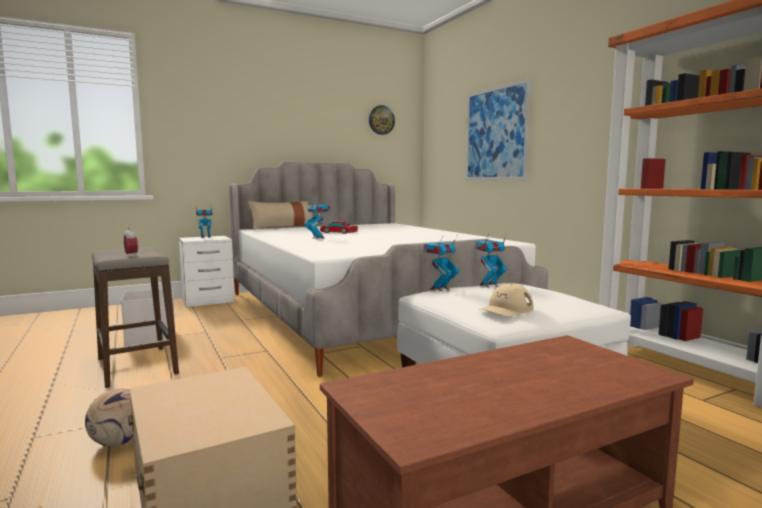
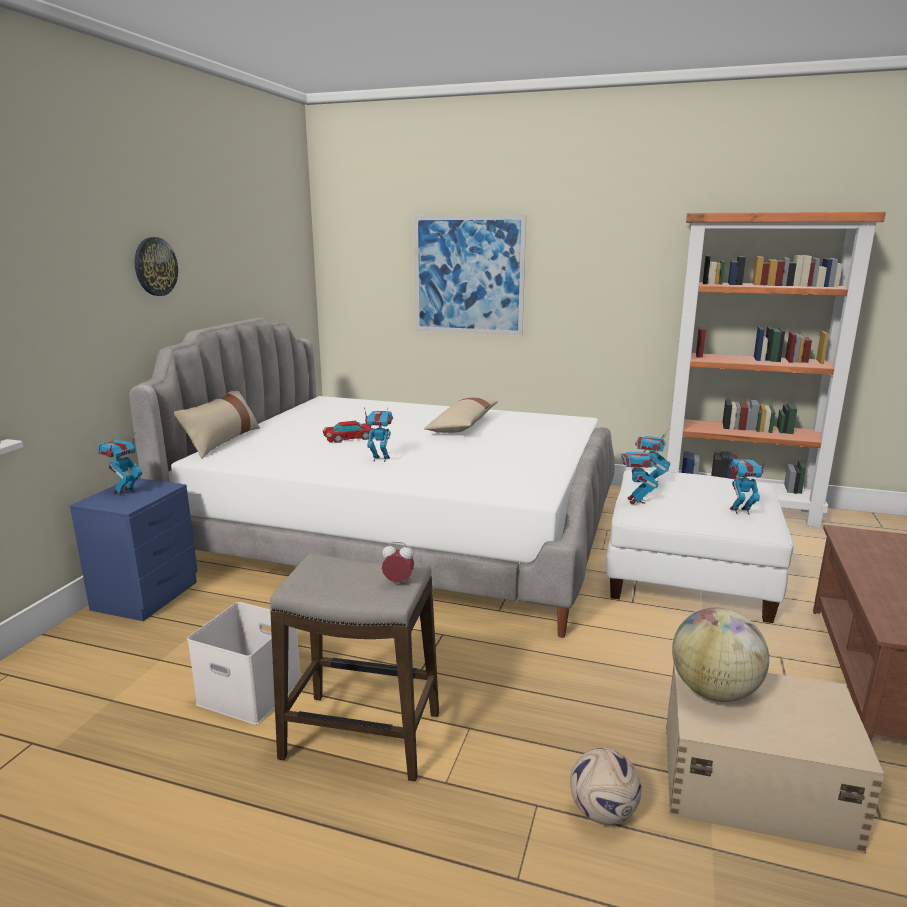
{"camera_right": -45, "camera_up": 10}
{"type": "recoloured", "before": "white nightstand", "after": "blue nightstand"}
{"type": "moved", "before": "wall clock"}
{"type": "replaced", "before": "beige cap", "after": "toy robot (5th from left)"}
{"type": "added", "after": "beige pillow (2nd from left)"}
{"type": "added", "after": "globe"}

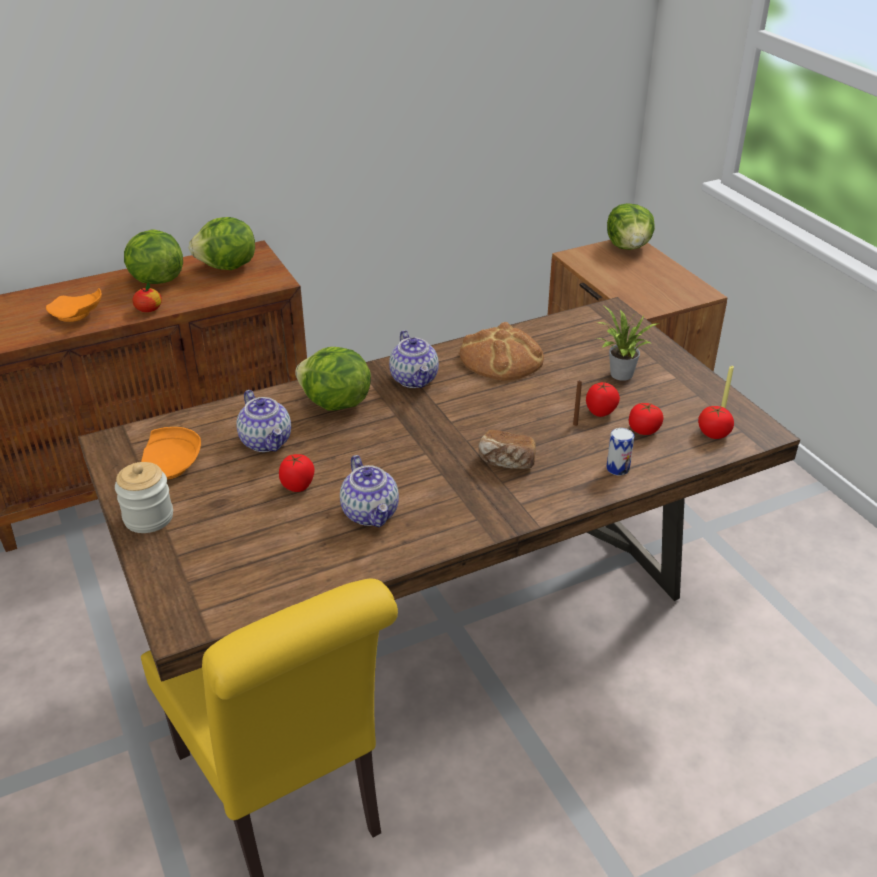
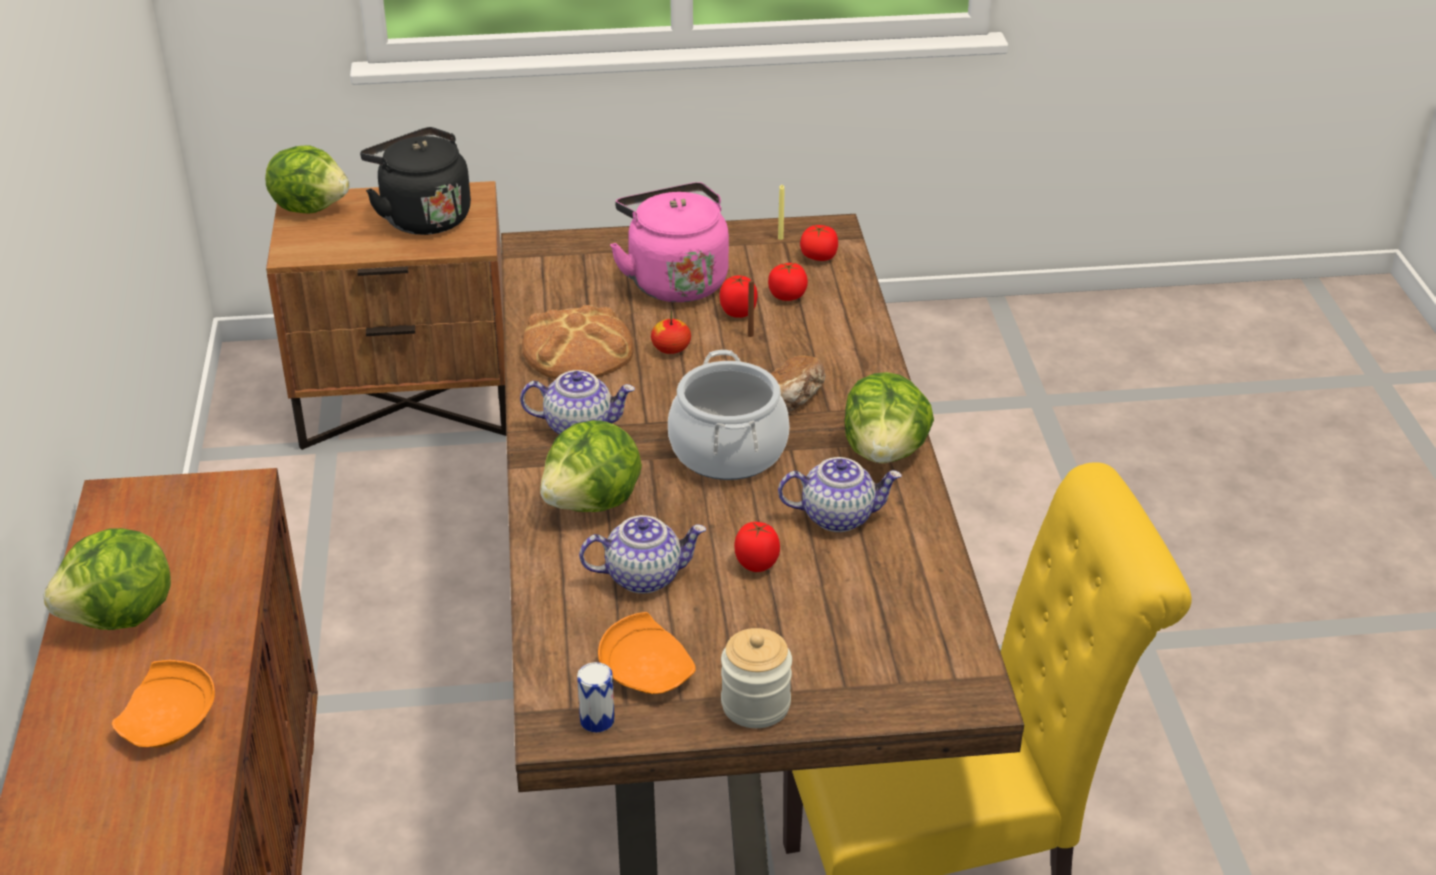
{"camera_right": -70, "camera_up": 0}
{"type": "moved", "before": "apple"}
{"type": "moved", "before": "lettuce (2nd from left in the first image)", "after": "lettuce (4th from left)"}
{"type": "replaced", "before": "potted plant", "after": "pink kettle"}
{"type": "moved", "before": "can"}
{"type": "added", "after": "black kettle"}
{"type": "added", "after": "cooking pot"}

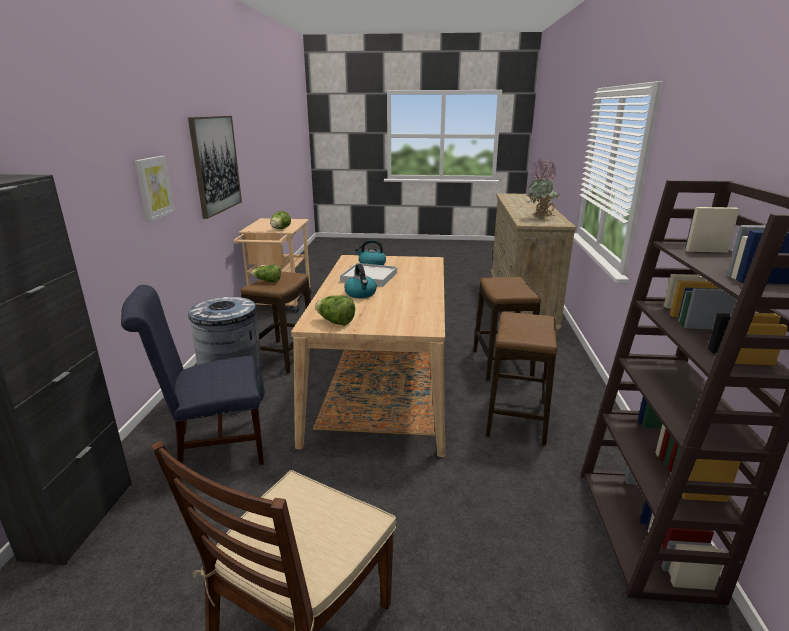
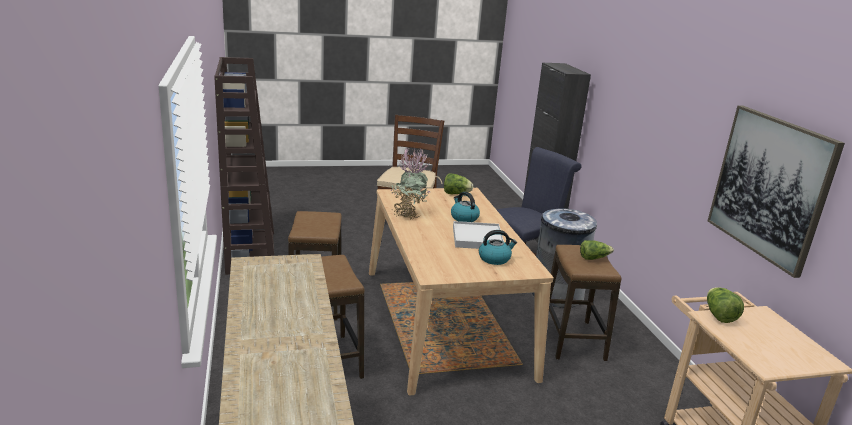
{"camera_right": 160, "camera_up": 0}
{"type": "removed", "before": "picture (1st from left)"}
{"type": "moved", "before": "potted plant"}

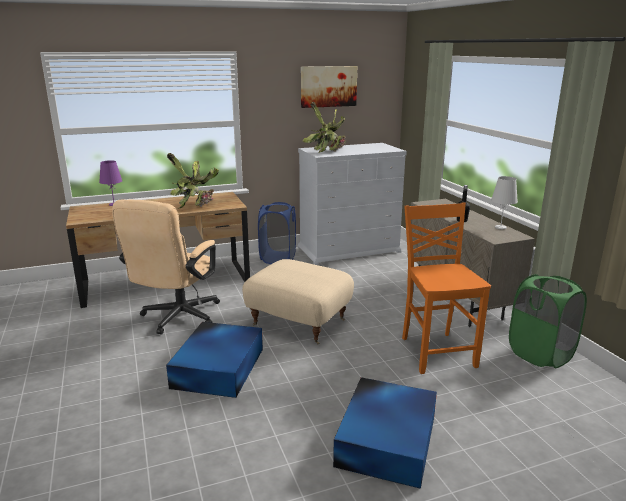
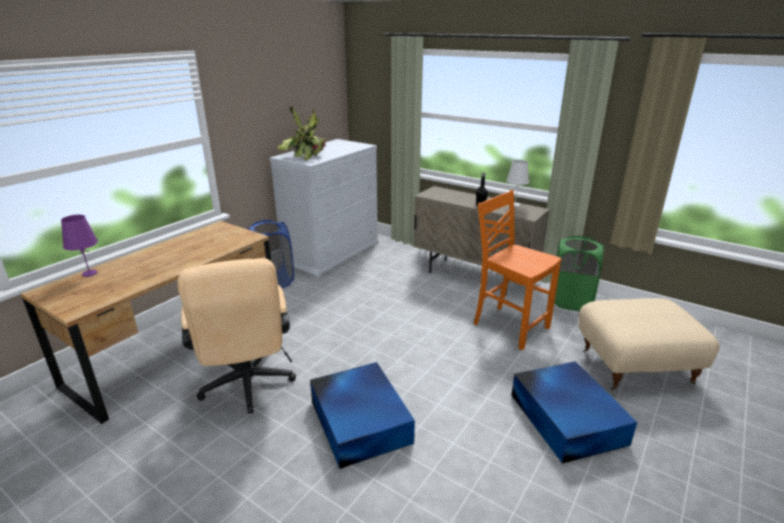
{"camera_right": -35, "camera_up": 5}
{"type": "removed", "before": "potted plant (1st from left)"}
{"type": "moved", "before": "beige ottoman"}
{"type": "removed", "before": "picture"}

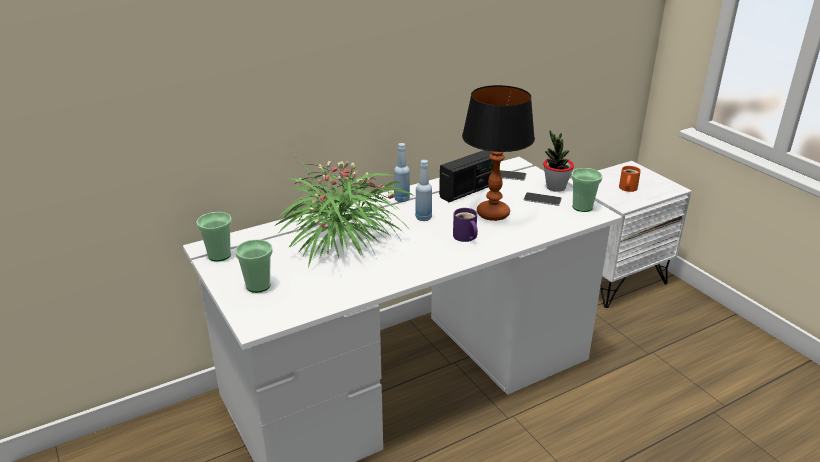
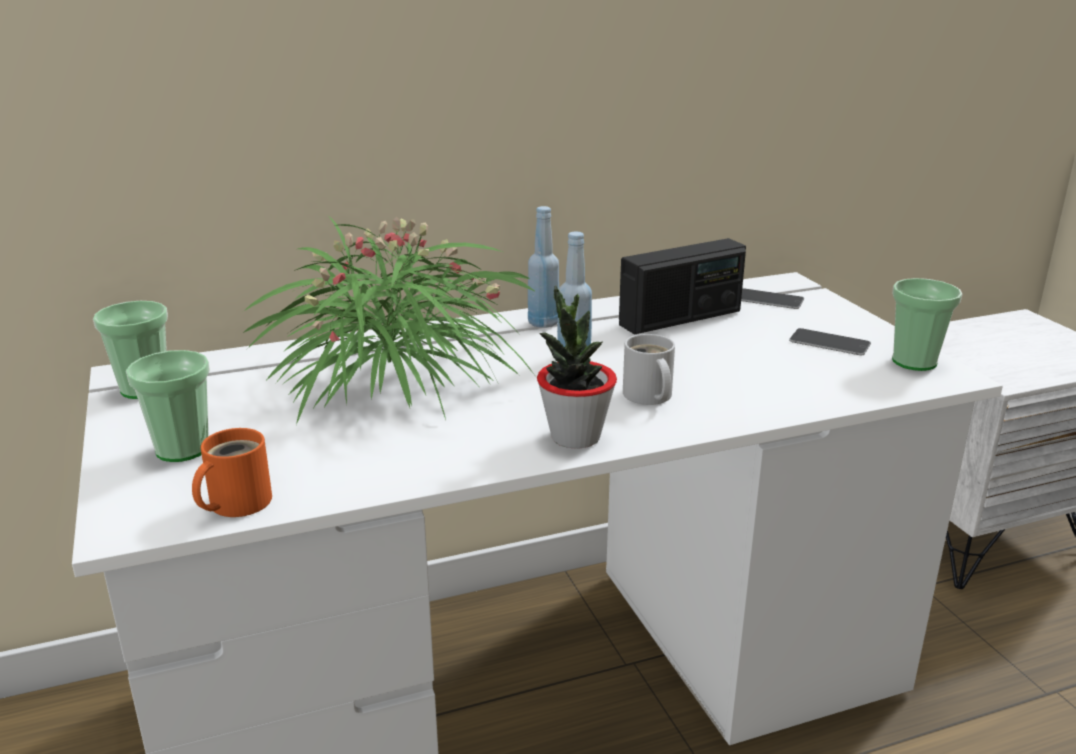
{"camera_right": 10, "camera_up": -5}
{"type": "recoloured", "before": "purple mug", "after": "white mug"}
{"type": "removed", "before": "table lamp"}
{"type": "moved", "before": "potted plant (2nd from left)"}
{"type": "moved", "before": "orange mug"}

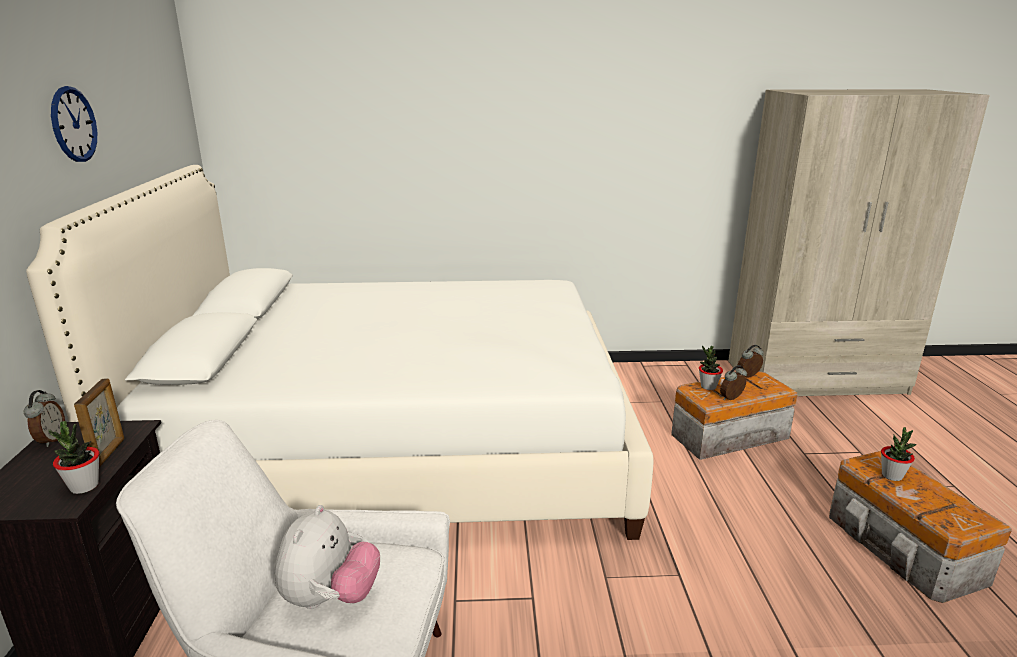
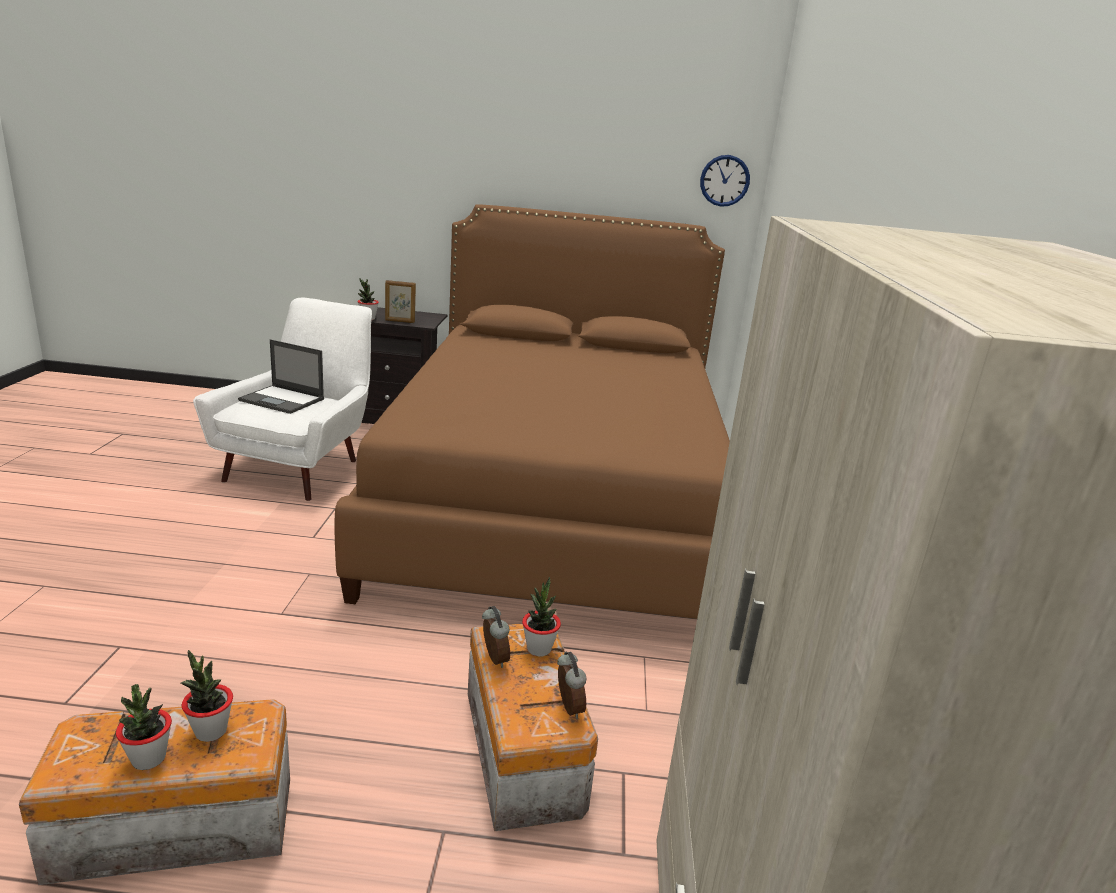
{"camera_right": 95, "camera_up": 0}
{"type": "removed", "before": "alarm clock (1st from left)"}
{"type": "recoloured", "before": "white bed", "after": "brown bed"}
{"type": "moved", "before": "wall clock"}
{"type": "replaced", "before": "plush toy", "after": "laptop"}
{"type": "added", "after": "potted plant (1st from left)"}

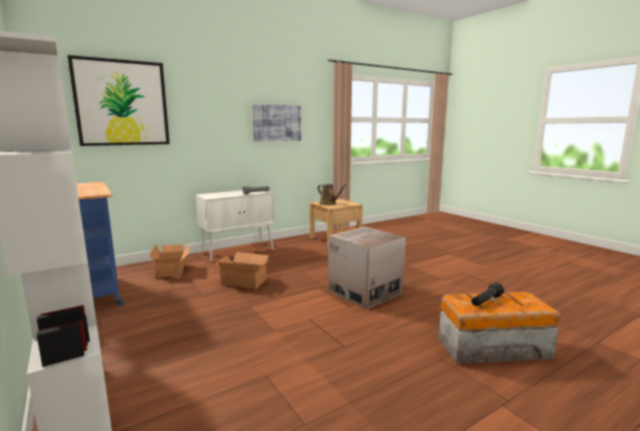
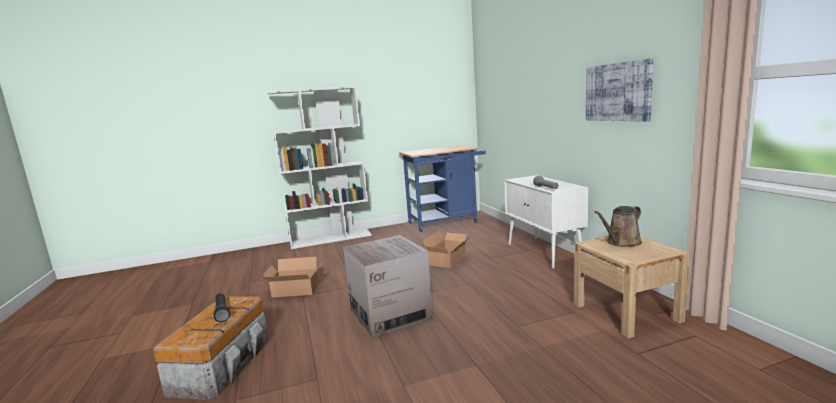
{"camera_right": 105, "camera_up": 0}
{"type": "removed", "before": "picture (1st from left)"}
{"type": "moved", "before": "cardboard box (1st from left)"}

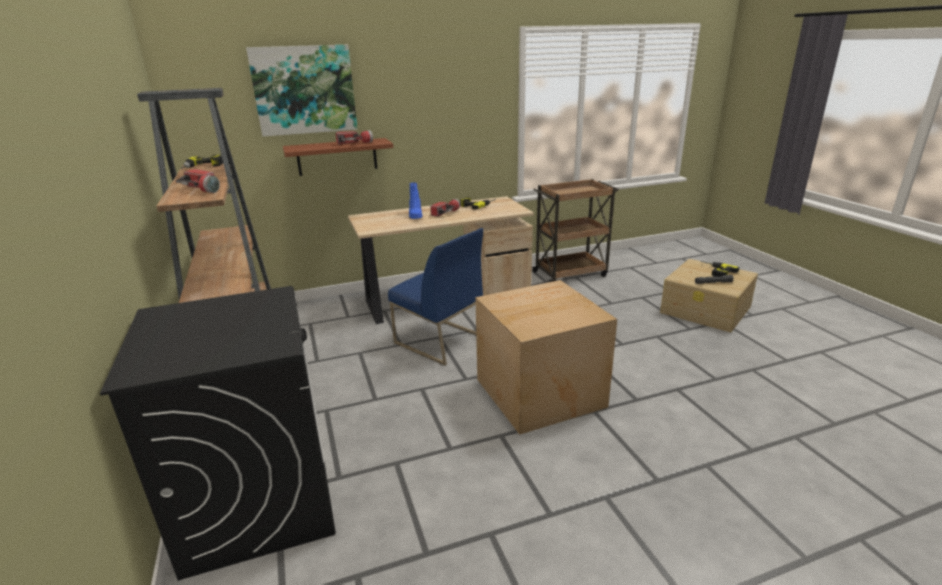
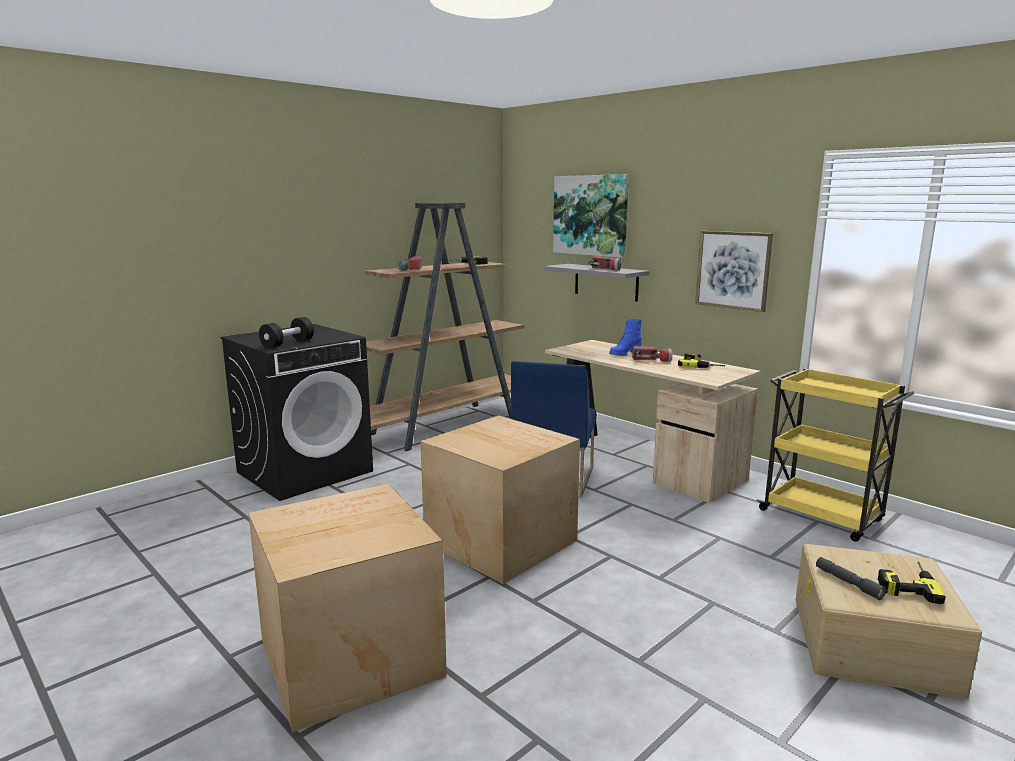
{"camera_right": 65, "camera_up": -10}
{"type": "recoloured", "before": "brown shelf", "after": "grey shelf"}
{"type": "recoloured", "before": "brown cart", "after": "yellow cart"}
{"type": "added", "after": "cardboard box (1st from left)"}
{"type": "added", "after": "black dumbbell"}
{"type": "added", "after": "picture (2nd from left)"}

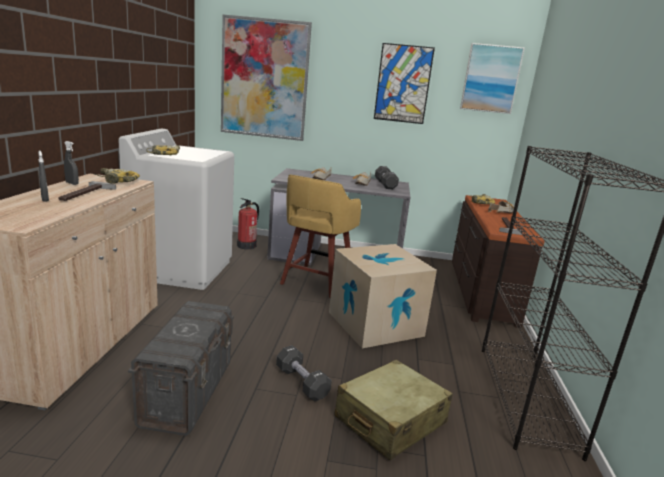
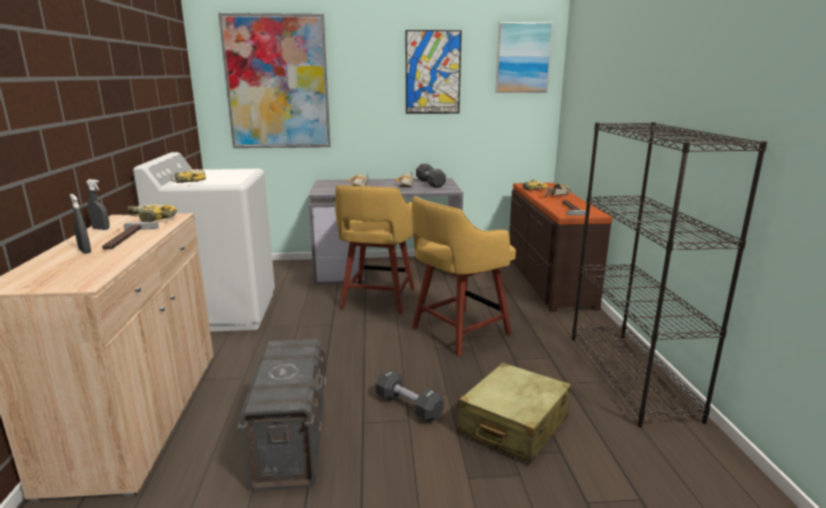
{"camera_right": -10, "camera_up": 0}
{"type": "removed", "before": "fire extinguisher"}
{"type": "replaced", "before": "cardboard box", "after": "yellow stool (2nd from left)"}

